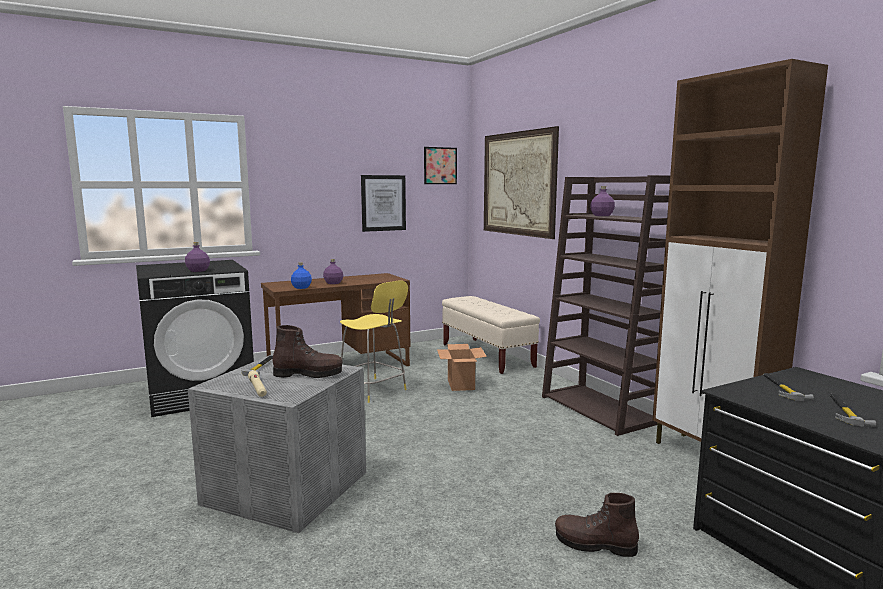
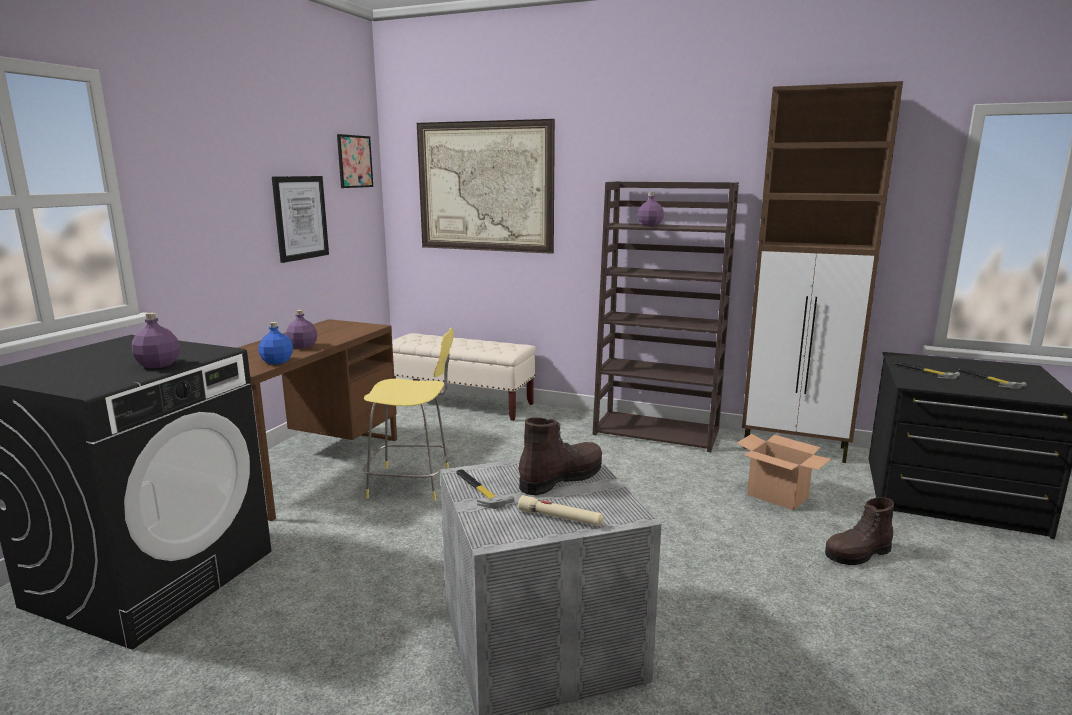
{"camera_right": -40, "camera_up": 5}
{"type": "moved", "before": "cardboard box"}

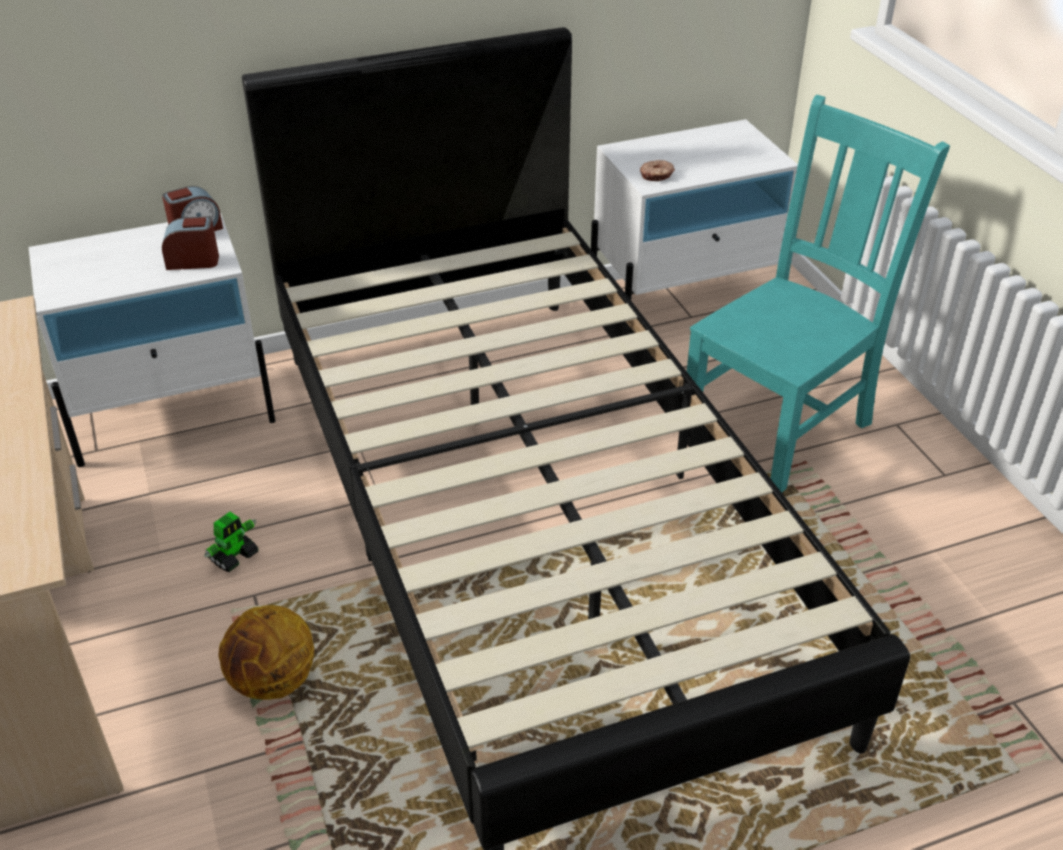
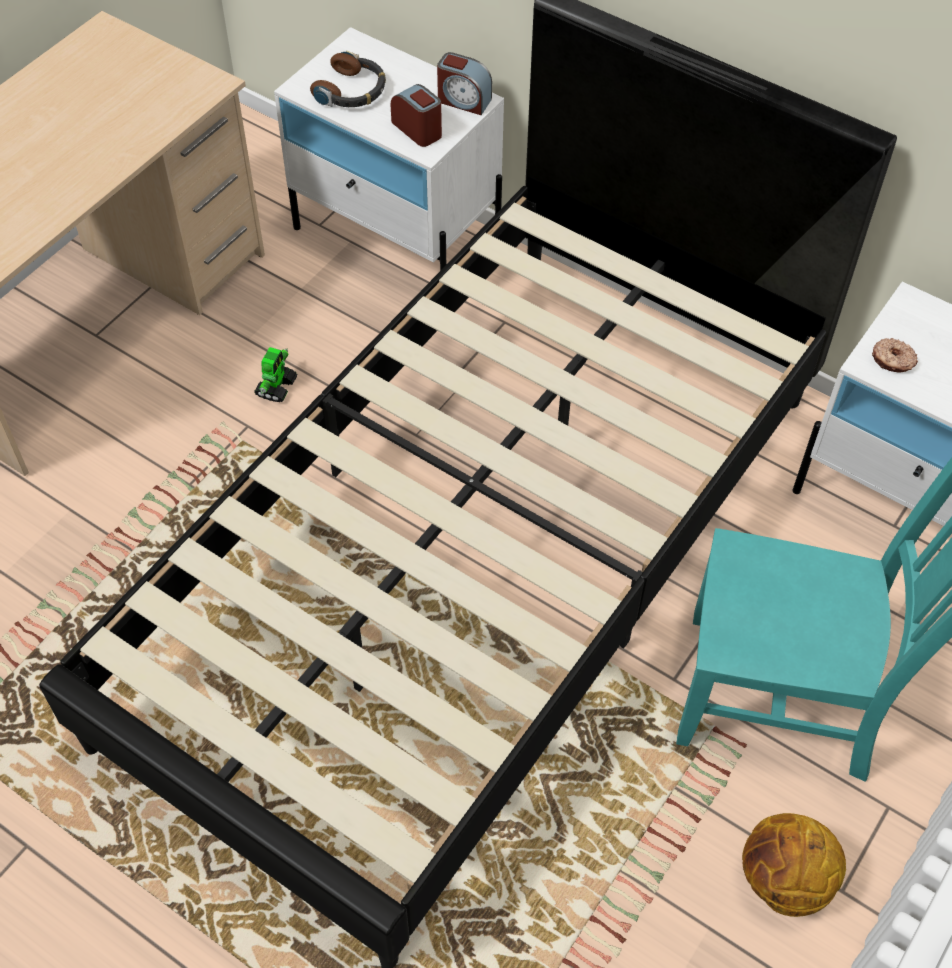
{"camera_right": 55, "camera_up": 15}
{"type": "turned", "before": "toy robot", "turn": -75}
{"type": "moved", "before": "basketball"}
{"type": "added", "after": "headphones"}

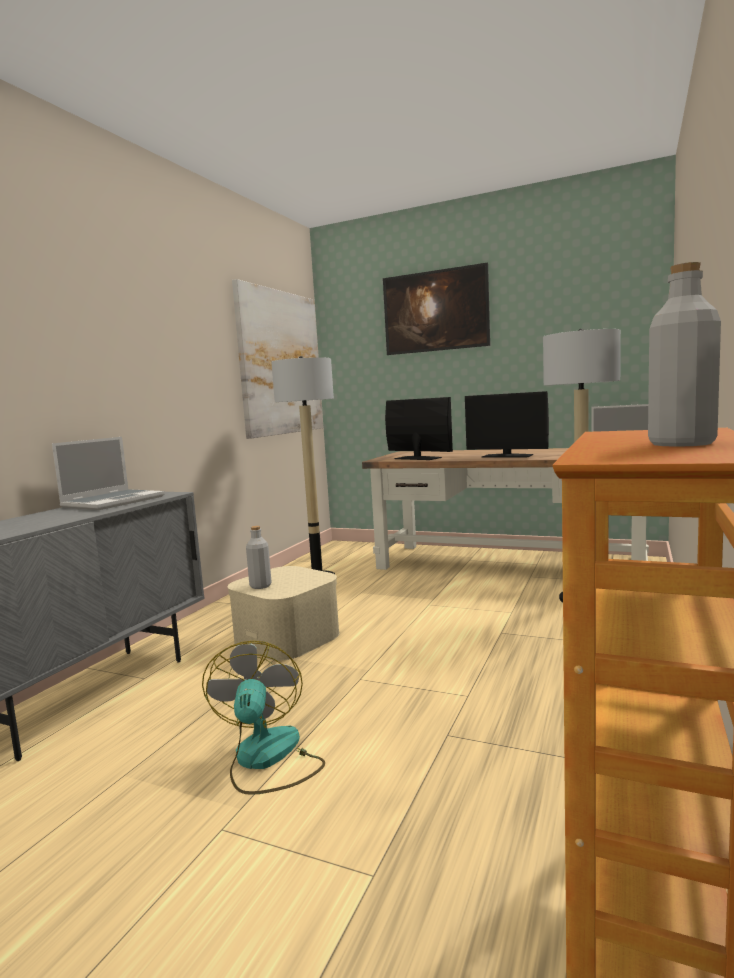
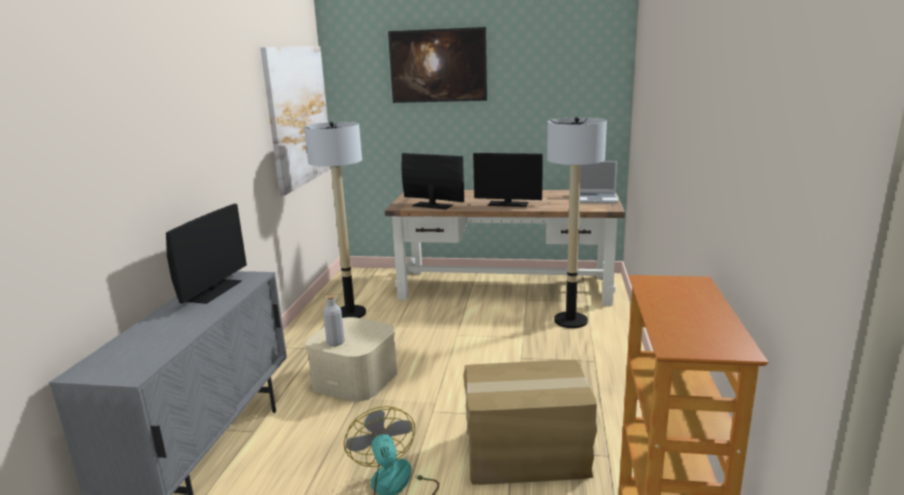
{"camera_right": -15, "camera_up": 10}
{"type": "replaced", "before": "laptop (1st from left)", "after": "monitor (1st from left)"}
{"type": "removed", "before": "grey bottle (2nd from left)"}
{"type": "added", "after": "cardboard box"}

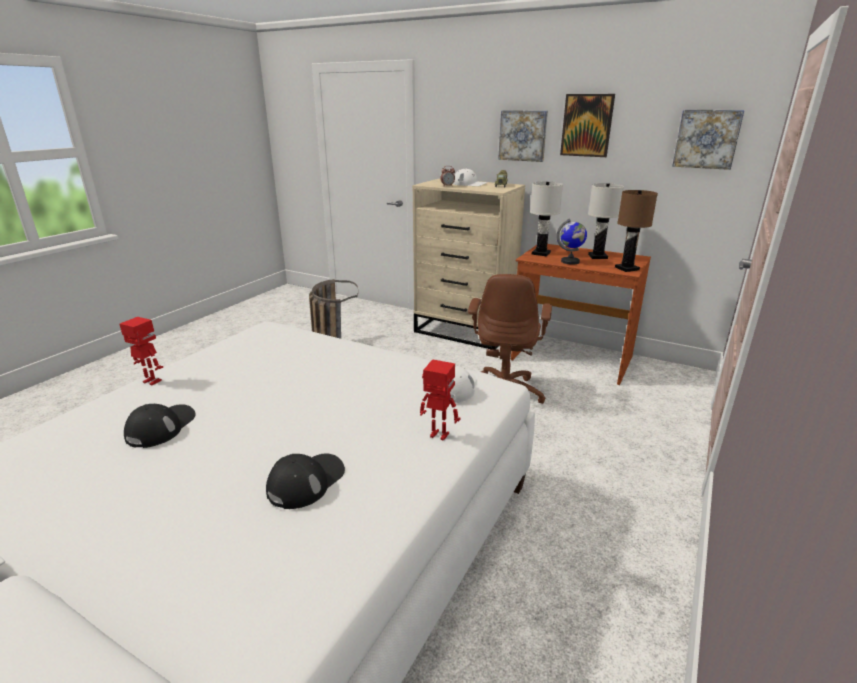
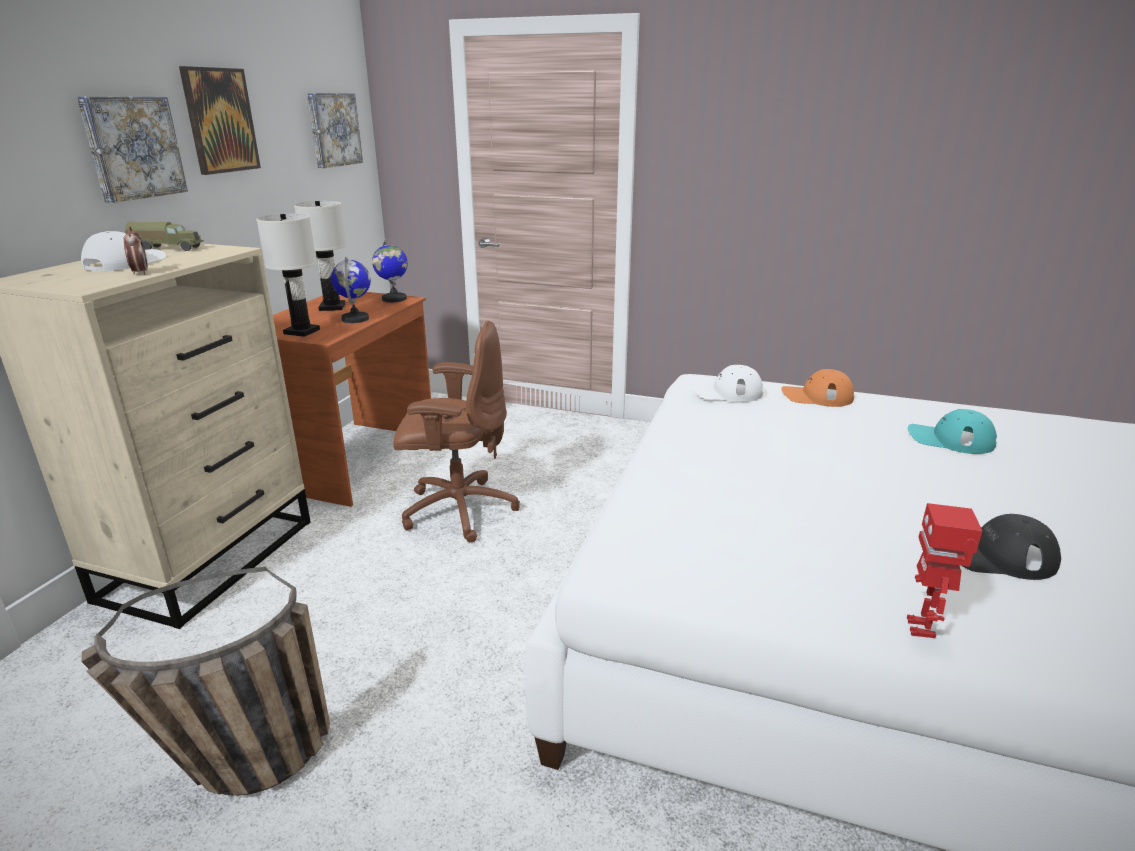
{"camera_right": -100, "camera_up": 0}
{"type": "recoloured", "before": "black cap (2nd from left)", "after": "turquoise cap"}
{"type": "replaced", "before": "toy robot (2nd from left)", "after": "orange cap"}
{"type": "replaced", "before": "brown table lamp", "after": "globe (2nd from left)"}

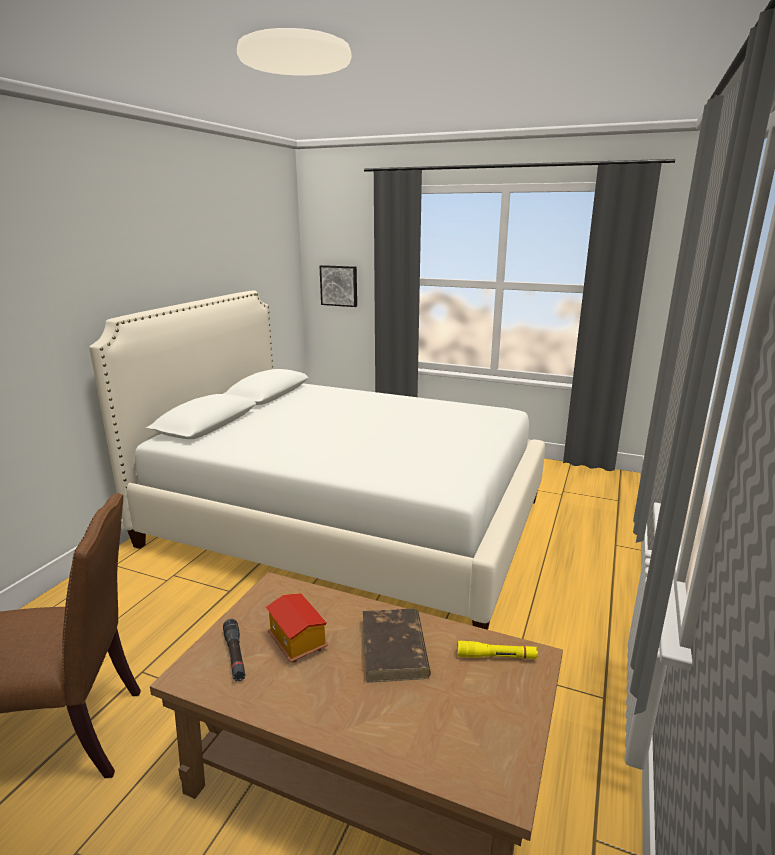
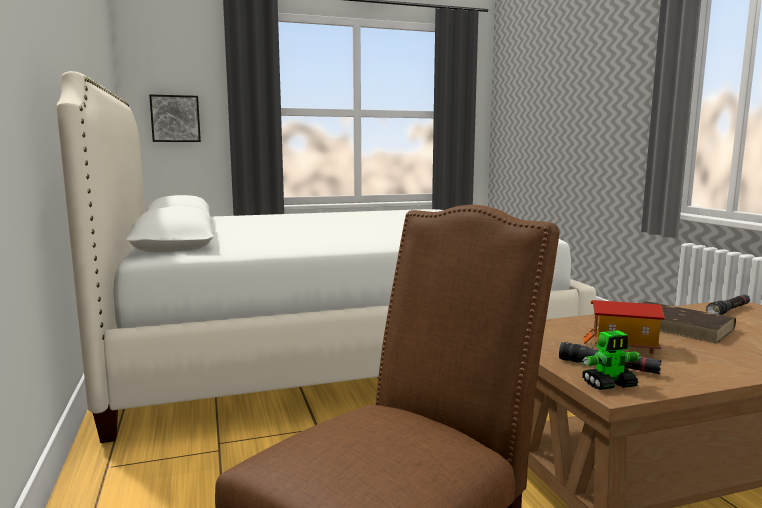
{"camera_right": -40, "camera_up": -10}
{"type": "recoloured", "before": "yellow flashlight", "after": "black flashlight (2nd from left)"}
{"type": "added", "after": "toy robot"}

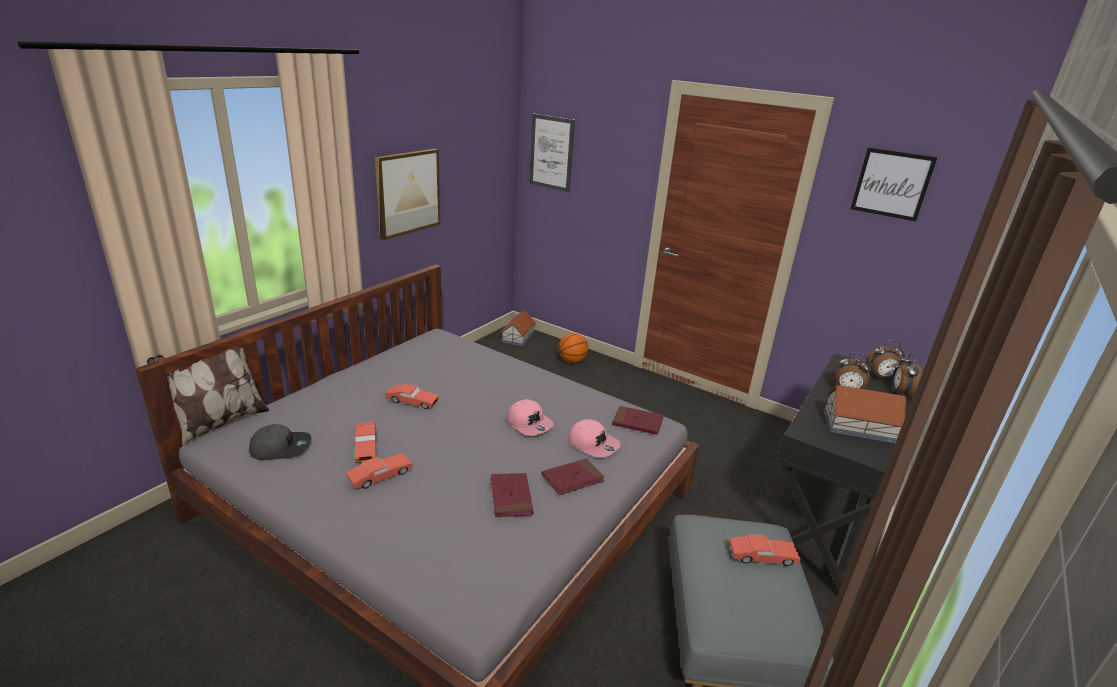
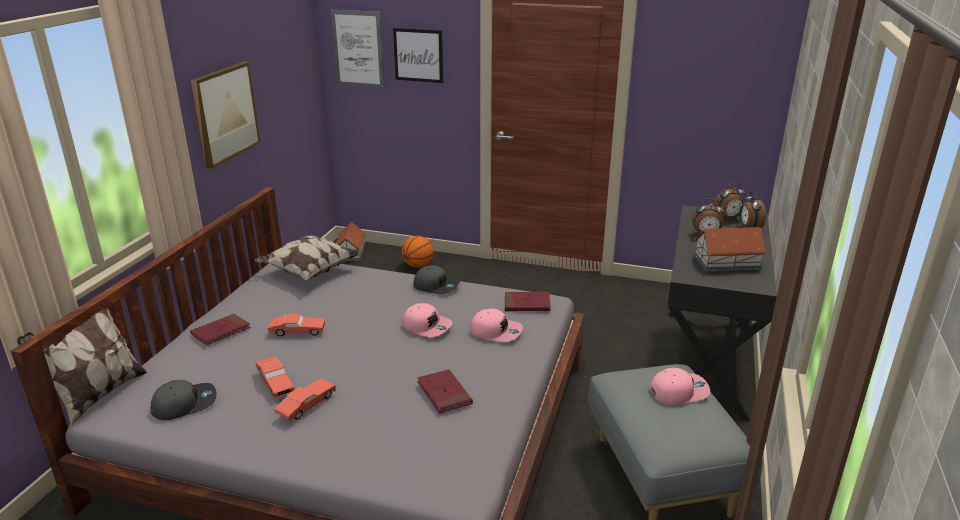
{"camera_right": -15, "camera_up": 0}
{"type": "moved", "before": "red book (2nd from left in the first image)", "after": "red book (1st from left)"}
{"type": "replaced", "before": "red toy car (4th from left)", "after": "pink cap (3rd from left)"}
{"type": "moved", "before": "picture (3rd from left)"}
{"type": "added", "after": "pillow (2nd from left)"}
{"type": "added", "after": "grey cap (2nd from left)"}

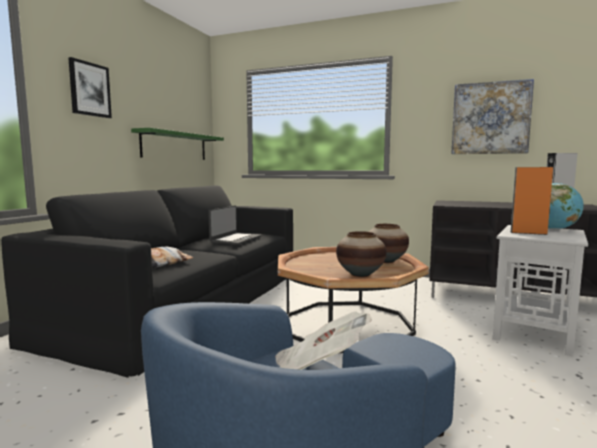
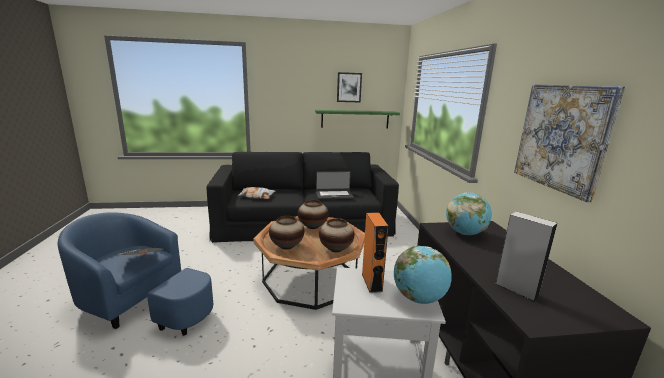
{"camera_right": 60, "camera_up": 10}
{"type": "moved", "before": "picture (1st from left)"}
{"type": "added", "after": "vase (2nd from left)"}
{"type": "added", "after": "globe (2nd from left)"}

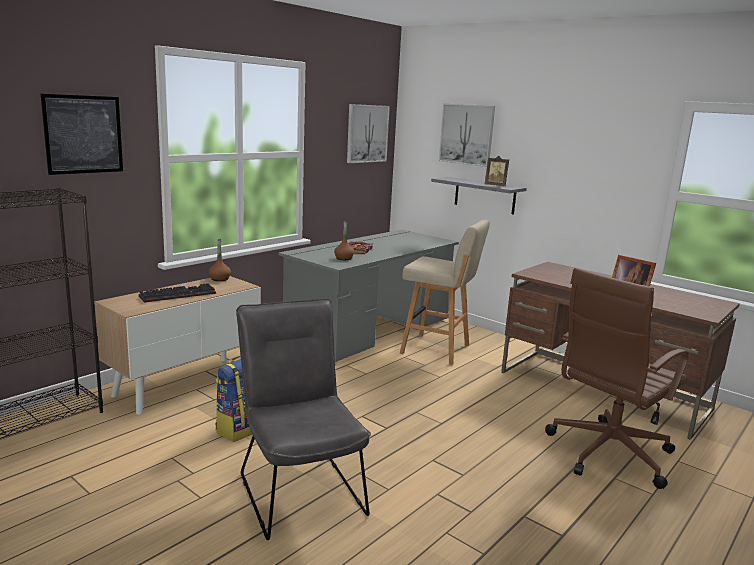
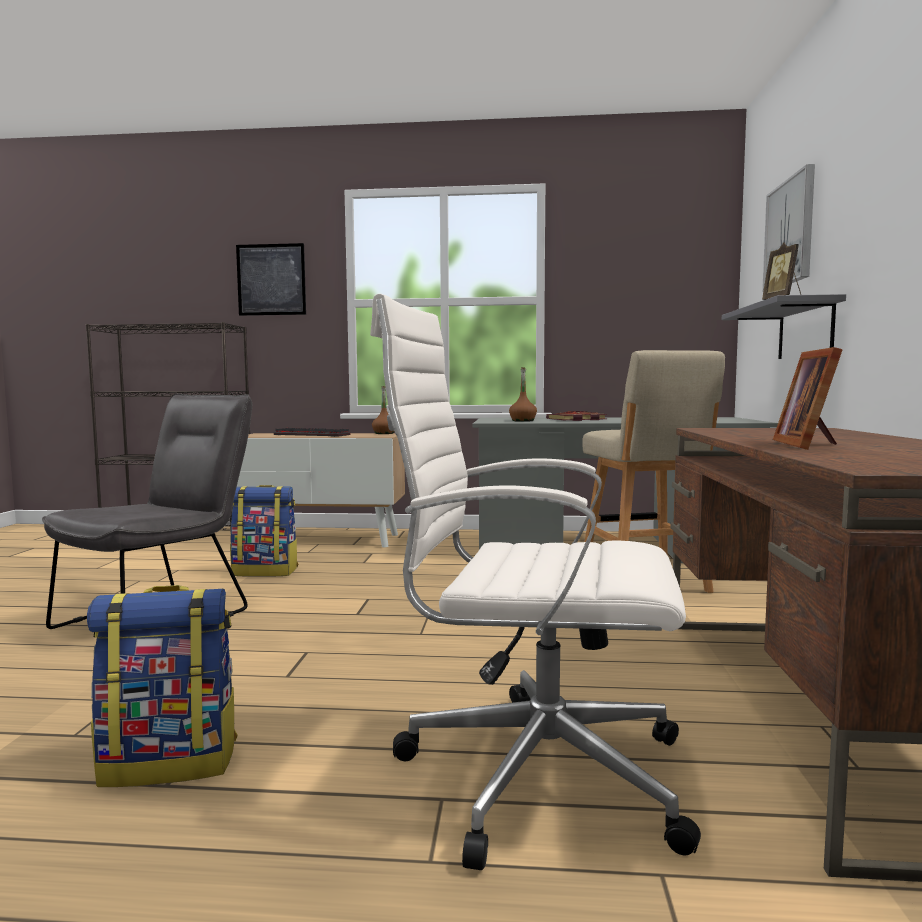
{"camera_right": 55, "camera_up": -10}
{"type": "removed", "before": "picture (2nd from left)"}
{"type": "recoloured", "before": "brown office chair", "after": "white office chair"}
{"type": "added", "after": "backpack (1st from left)"}

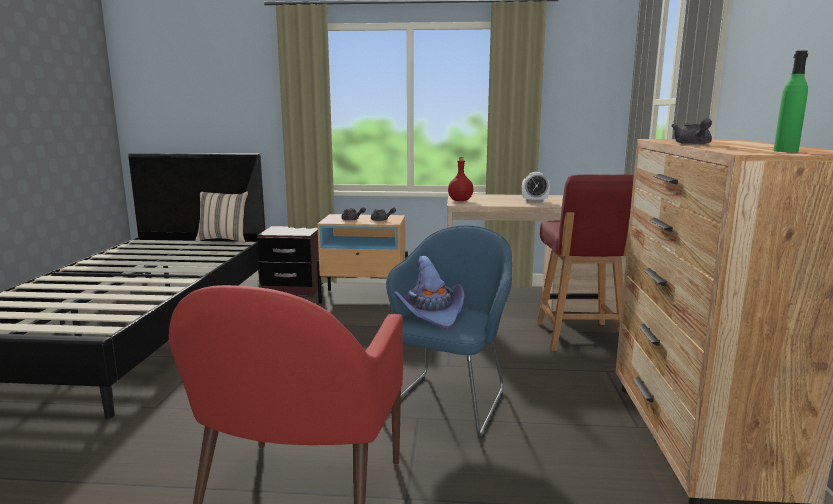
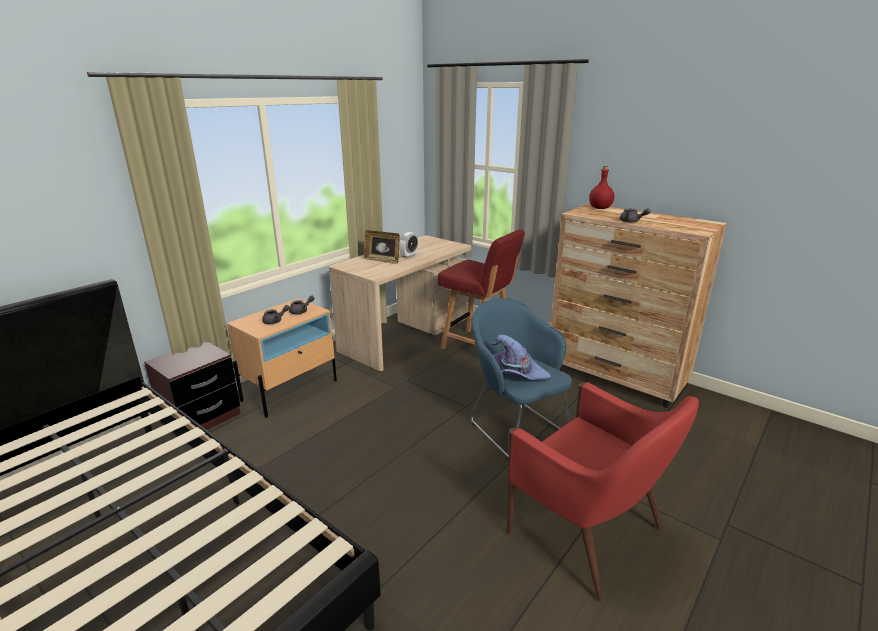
{"camera_right": -55, "camera_up": 10}
{"type": "removed", "before": "beige pillow"}
{"type": "moved", "before": "red bottle"}
{"type": "removed", "before": "green bottle"}
{"type": "added", "after": "picture frame"}

